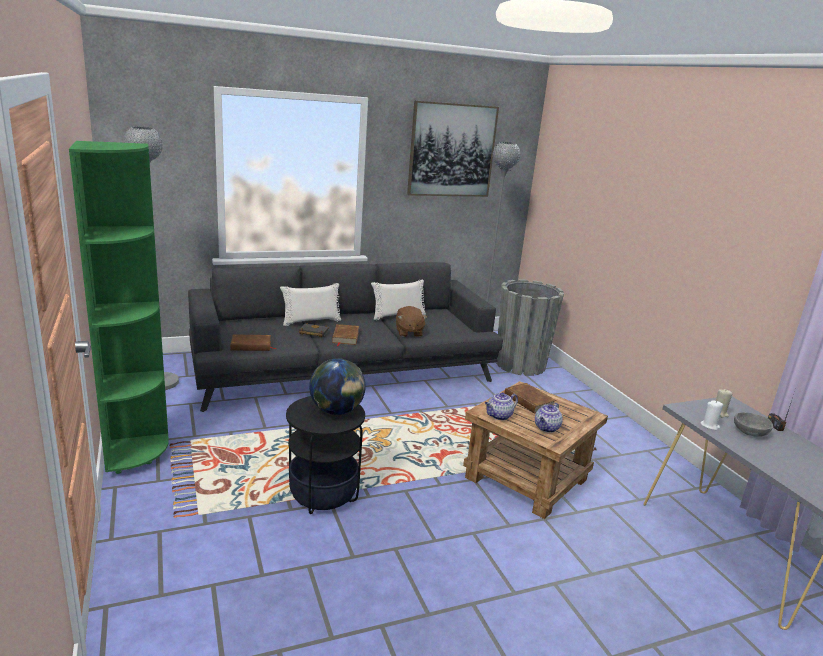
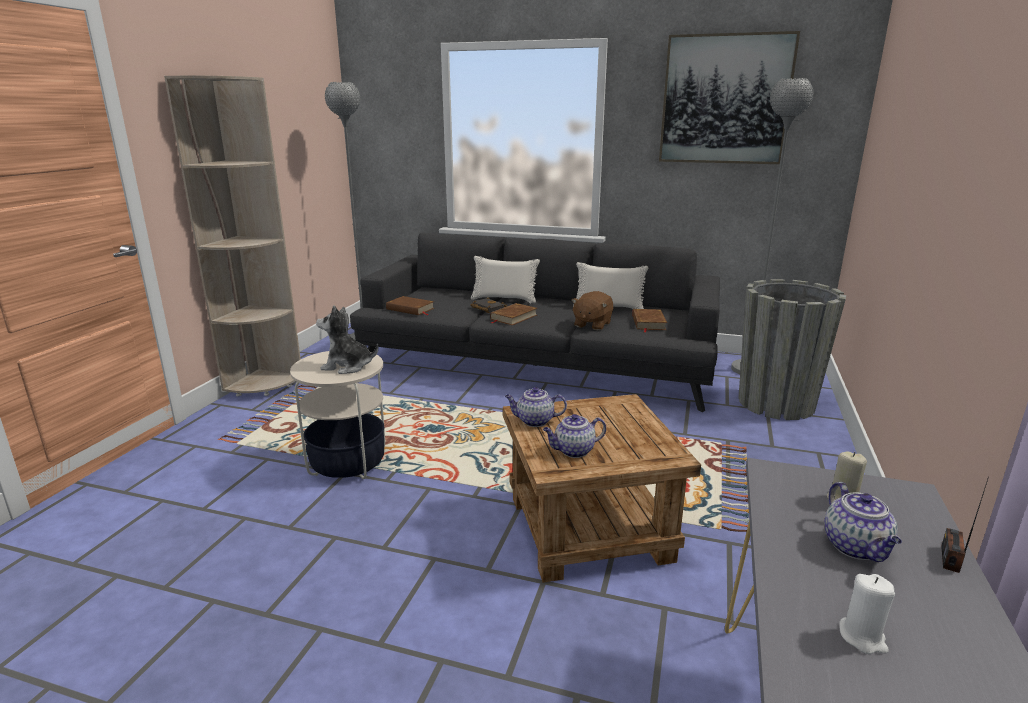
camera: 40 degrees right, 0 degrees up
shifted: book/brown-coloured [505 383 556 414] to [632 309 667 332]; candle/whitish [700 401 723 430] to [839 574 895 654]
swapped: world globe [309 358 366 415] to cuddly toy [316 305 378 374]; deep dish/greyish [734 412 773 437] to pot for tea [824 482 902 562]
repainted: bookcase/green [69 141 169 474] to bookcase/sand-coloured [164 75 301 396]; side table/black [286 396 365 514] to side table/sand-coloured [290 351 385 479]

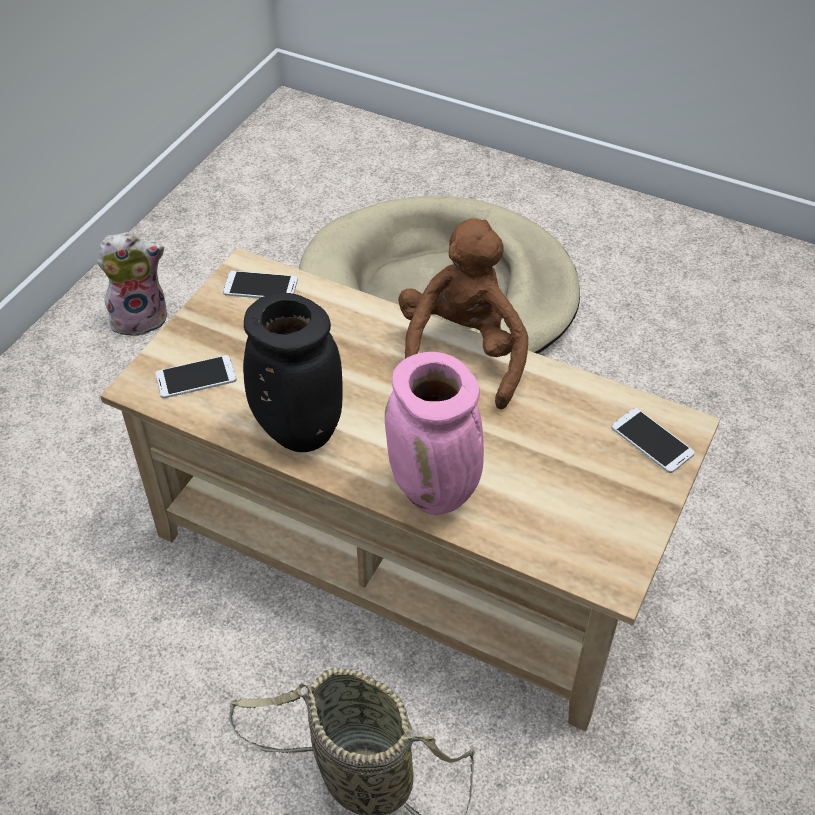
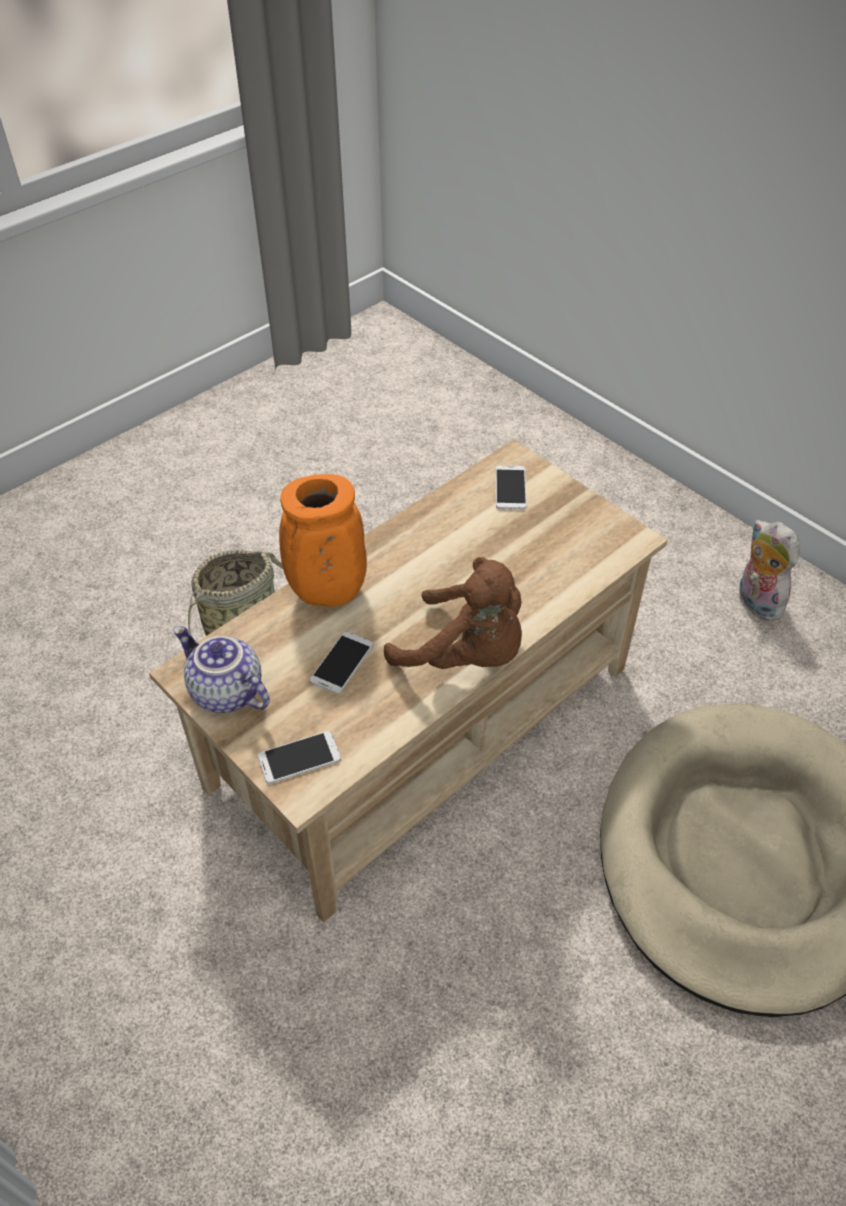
camera: 110 degrees right, 0 degrees up
gone: vase/black [243 293 343 452]
new: pot for tea [173 626 270 713]
shifted: handset [223 271 298 298] to [310 631 373 694]
repainted: vase/pink [385 352 484 515] to vase/orange-coloured [279 474 367 607]
rotated: cuddly toy [97 232 167 336] = [739 520 800 621] 150 degrees clockwise

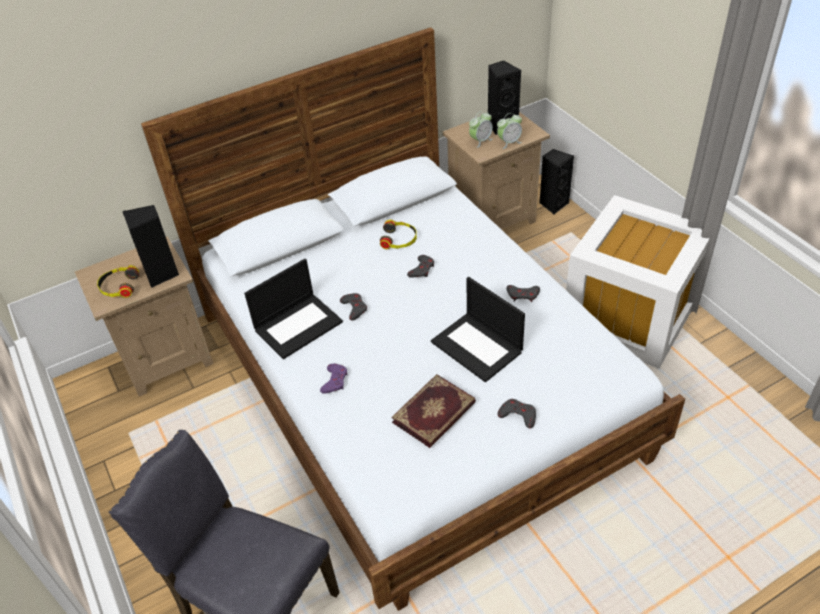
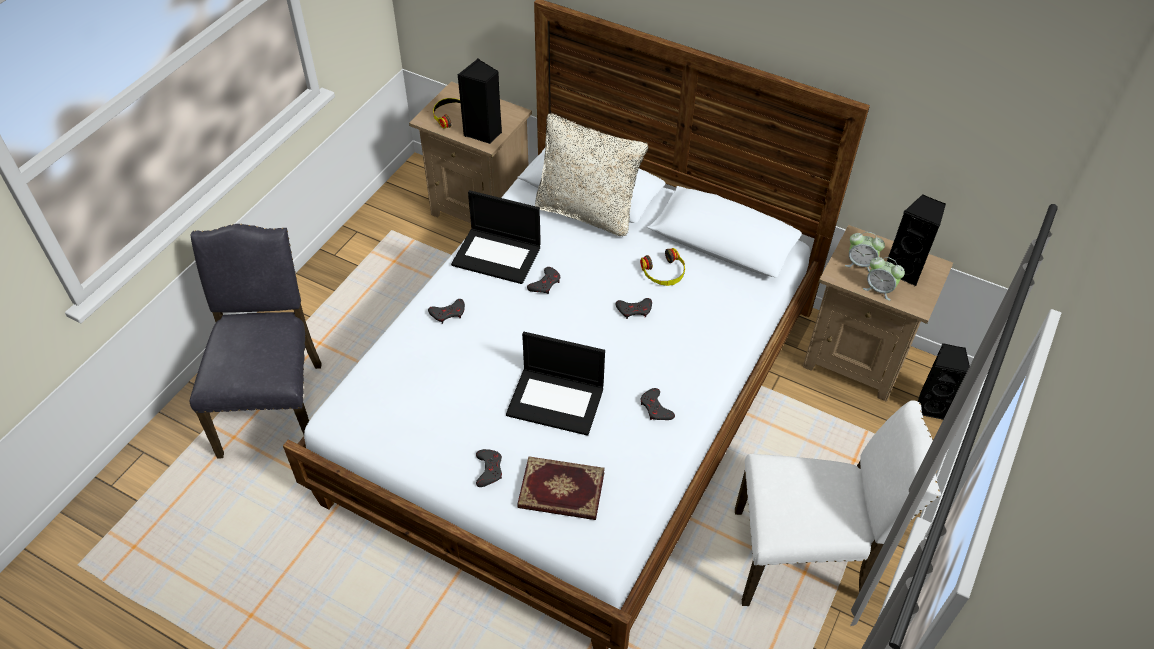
camera: 55 degrees right, 5 degrees up
new: cushion/sand-coloured [535 113 648 236]
shifted: book [391 374 476 448] to [517 456 605 520]
swapped: storage container/whitish [566 195 710 369] to plain chair/whitish [735 400 941 606]
repainted: joypad/purplish [320 364 347 394] to joypad/greyish [428 299 465 324]
rotated: portable computer [431 277 525 382] = [506 332 605 436] 90 degrees counterclockwise

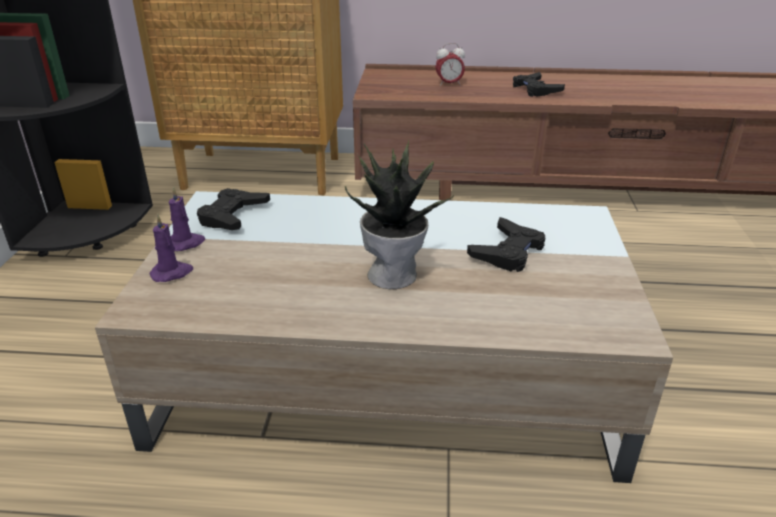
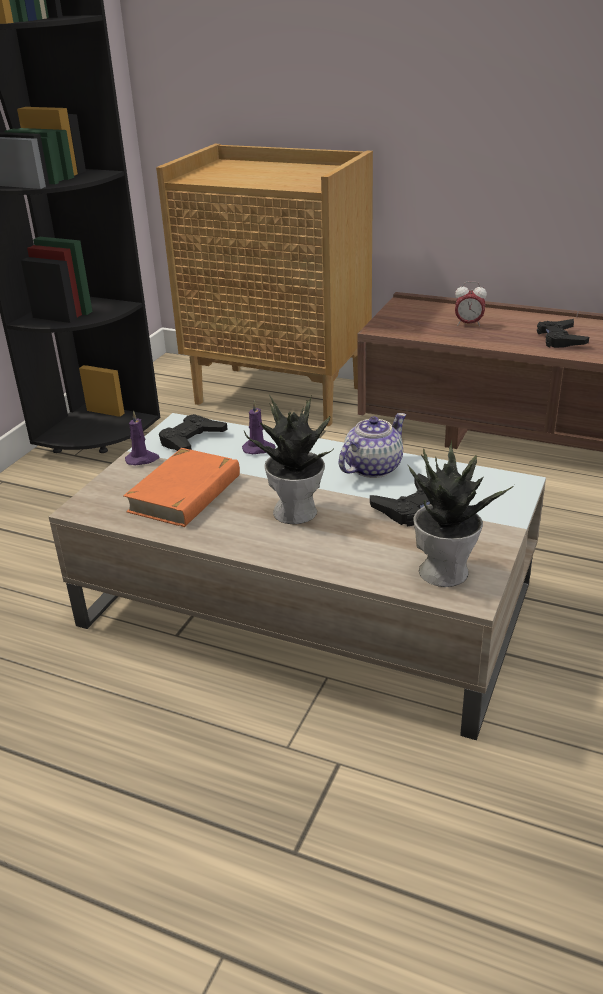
camera: 20 degrees right, 0 degrees up
new: book/orange-coloured [123 448 240 527]; pot for tea [339 413 406 478]; potted plant [407 439 514 587]
shifted: candle/purplish [149 214 193 282] to [242 400 276 454]

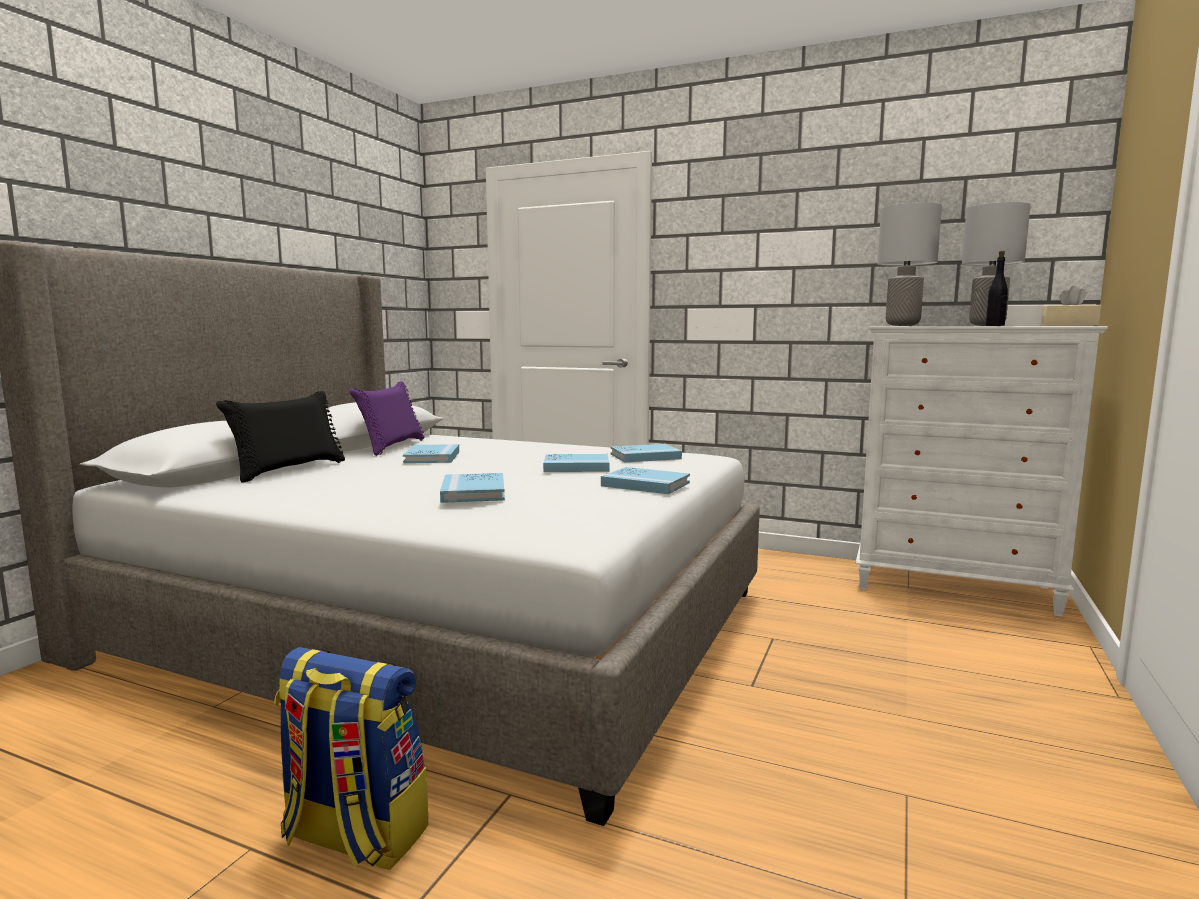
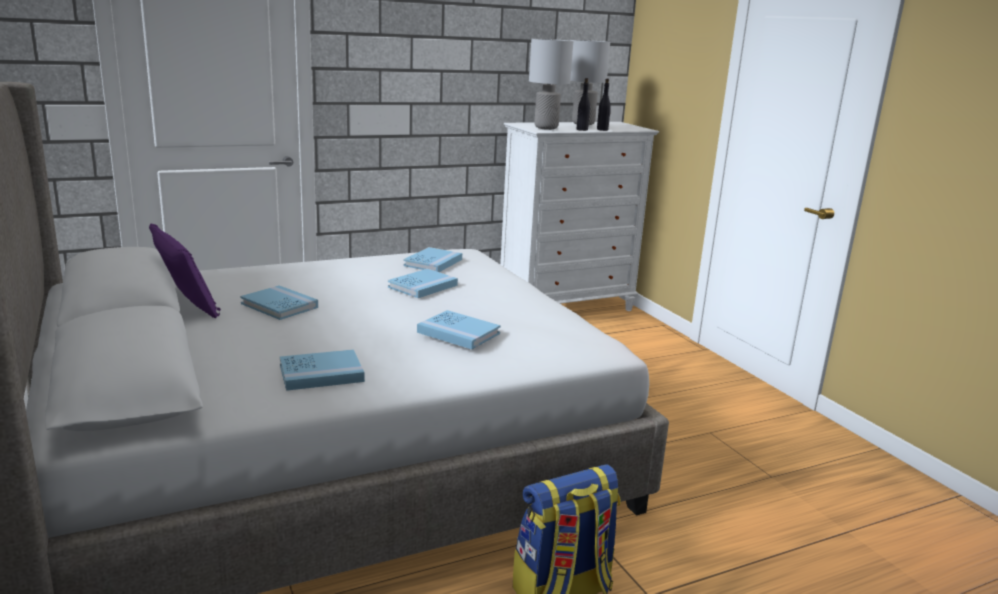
camera: 50 degrees left, 10 degrees up
gone: cushion/black [216 391 345 483]; tissue box/sand-coloured [1041 286 1101 326]
new: bottle/black [577 78 590 131]
shifted: book/blue [601 467 690 494] to [280 349 365 391]

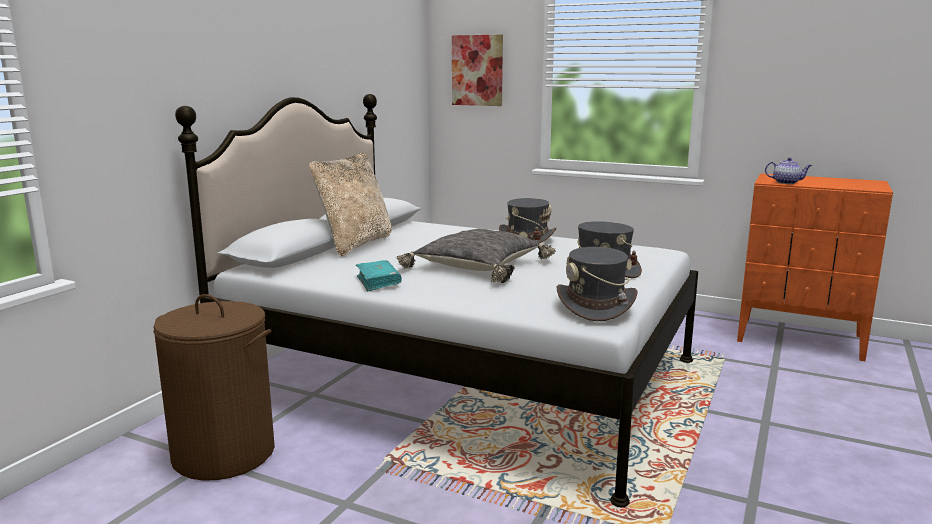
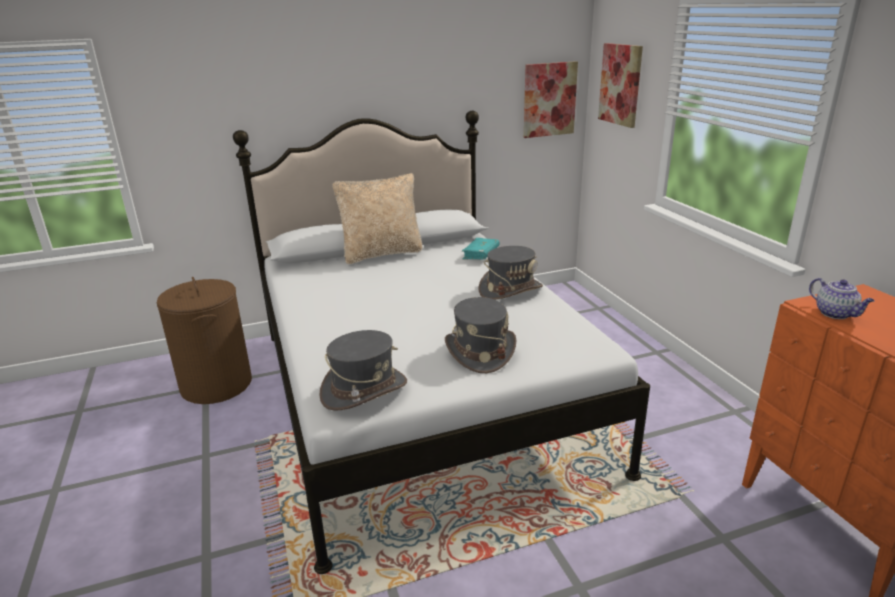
camera: 45 degrees right, 10 degrees up
gone: cushion [396 229 556 283]
new: picture [524 61 578 138]
shifted: book/turquoise-coloured [356 260 402 291] to [462 238 499 260]

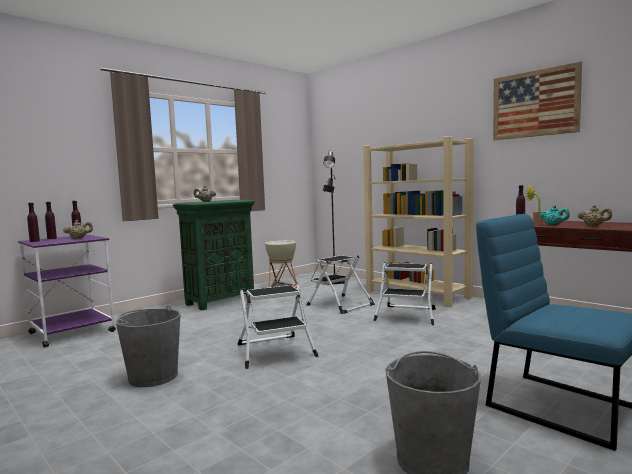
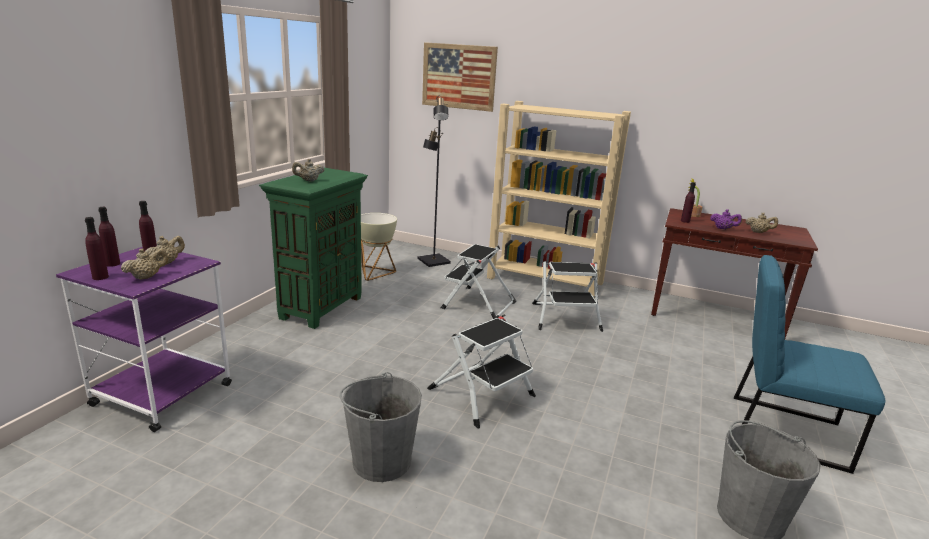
camera: 25 degrees left, 15 degrees up
new: pot for tea/sand-coloured [121 248 168 280]
shifted: picture [493 61 582 140] to [422 42 498 112]
repainted: pot for tea/turquoise-coloured [540 205 570 225] to pot for tea/purplish [710 209 742 230]

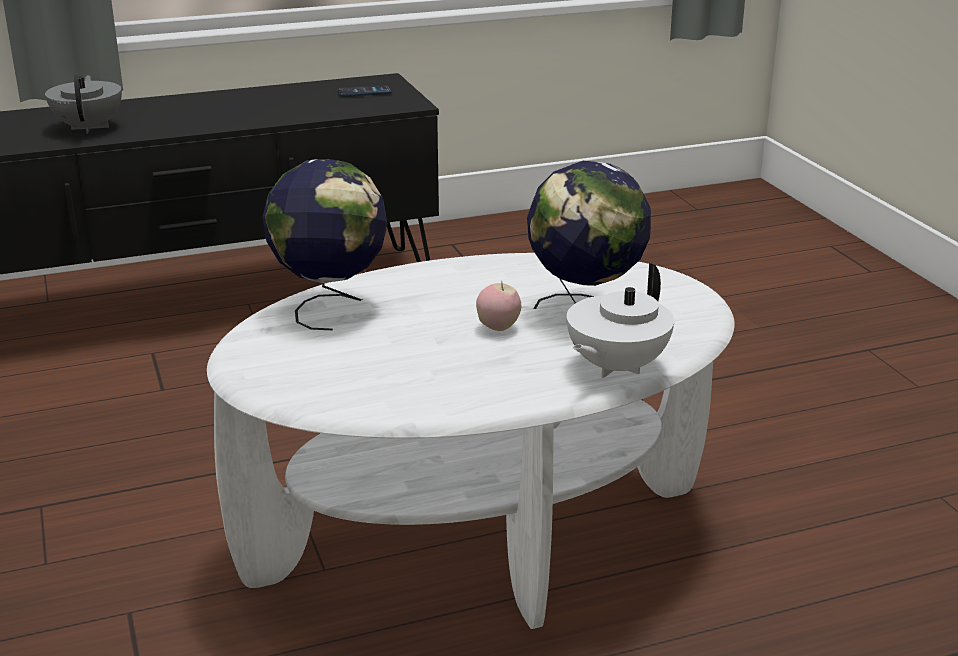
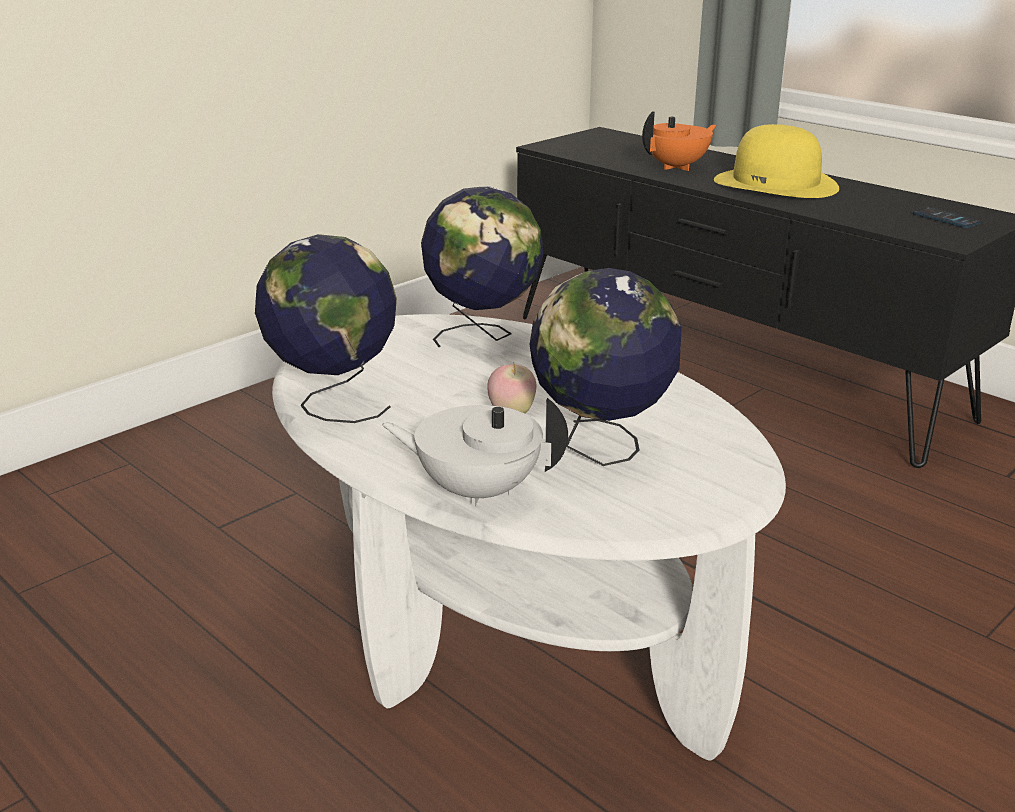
camera: 65 degrees right, 0 degrees up
new: world globe [255 234 397 423]; clothing hat/yellowish [714 124 839 198]
repainted: pot for tea/greyish [45 75 122 134] to pot for tea/orange-coloured [642 111 717 171]

